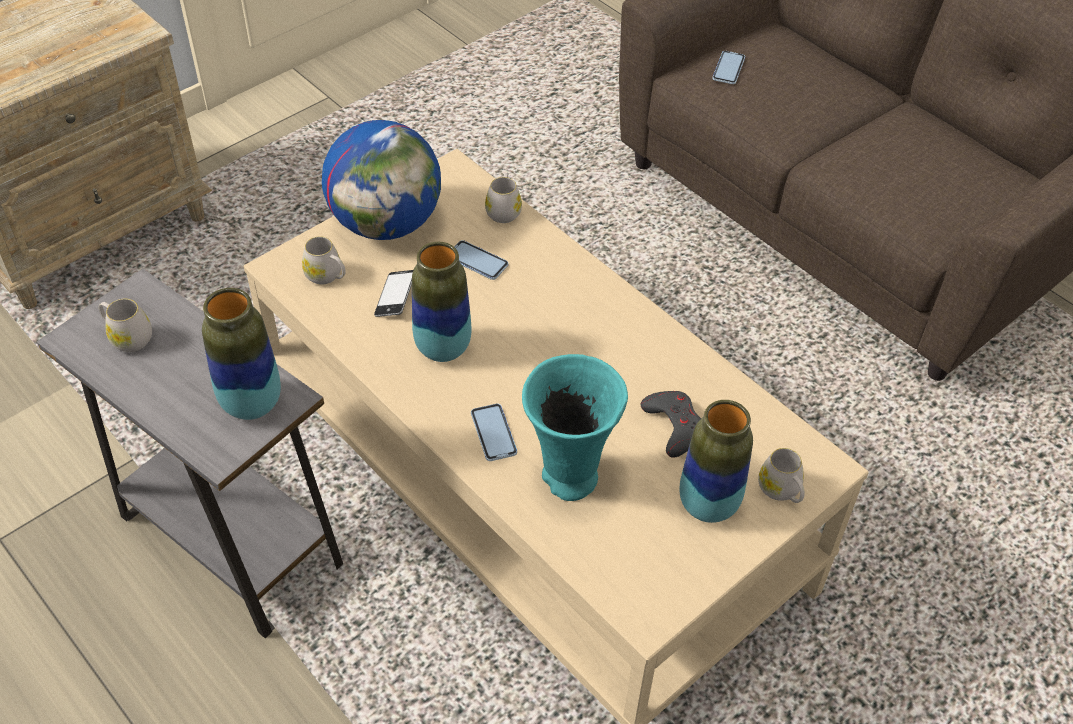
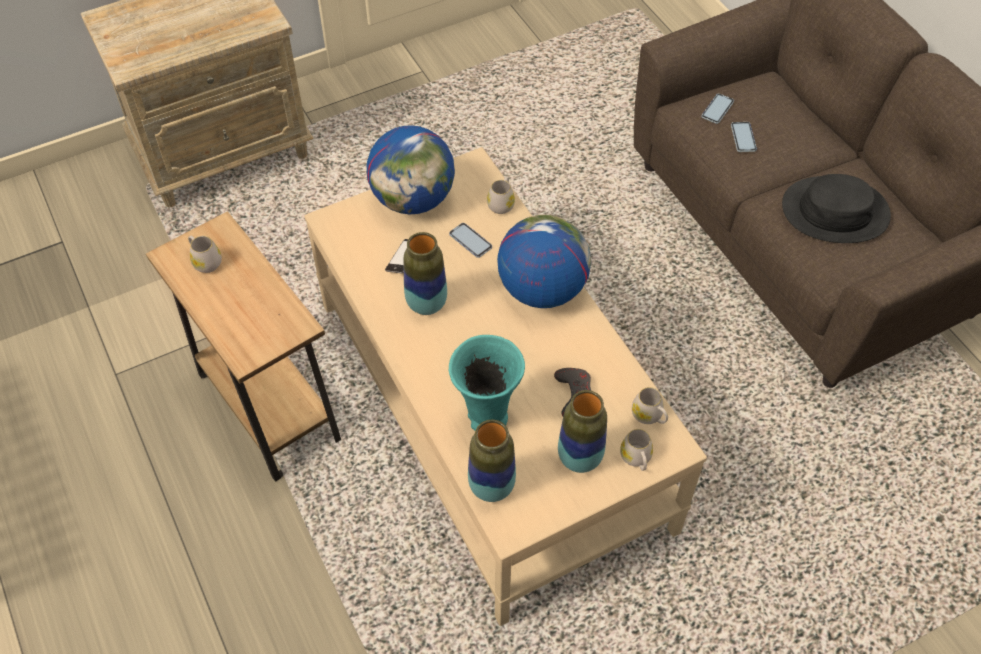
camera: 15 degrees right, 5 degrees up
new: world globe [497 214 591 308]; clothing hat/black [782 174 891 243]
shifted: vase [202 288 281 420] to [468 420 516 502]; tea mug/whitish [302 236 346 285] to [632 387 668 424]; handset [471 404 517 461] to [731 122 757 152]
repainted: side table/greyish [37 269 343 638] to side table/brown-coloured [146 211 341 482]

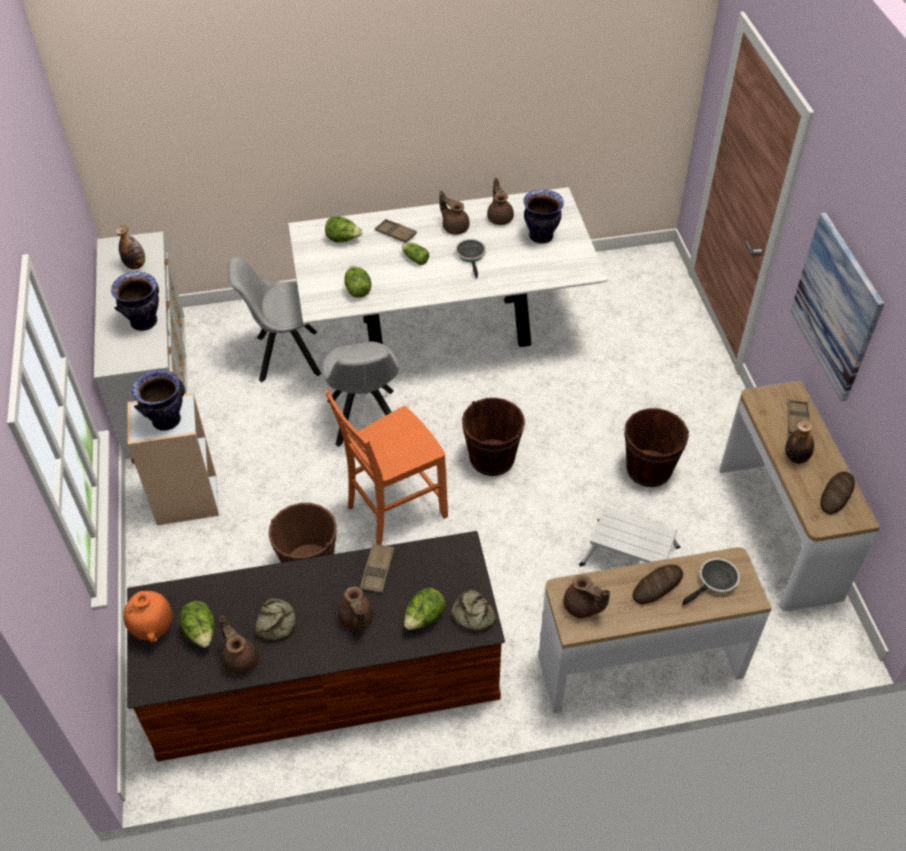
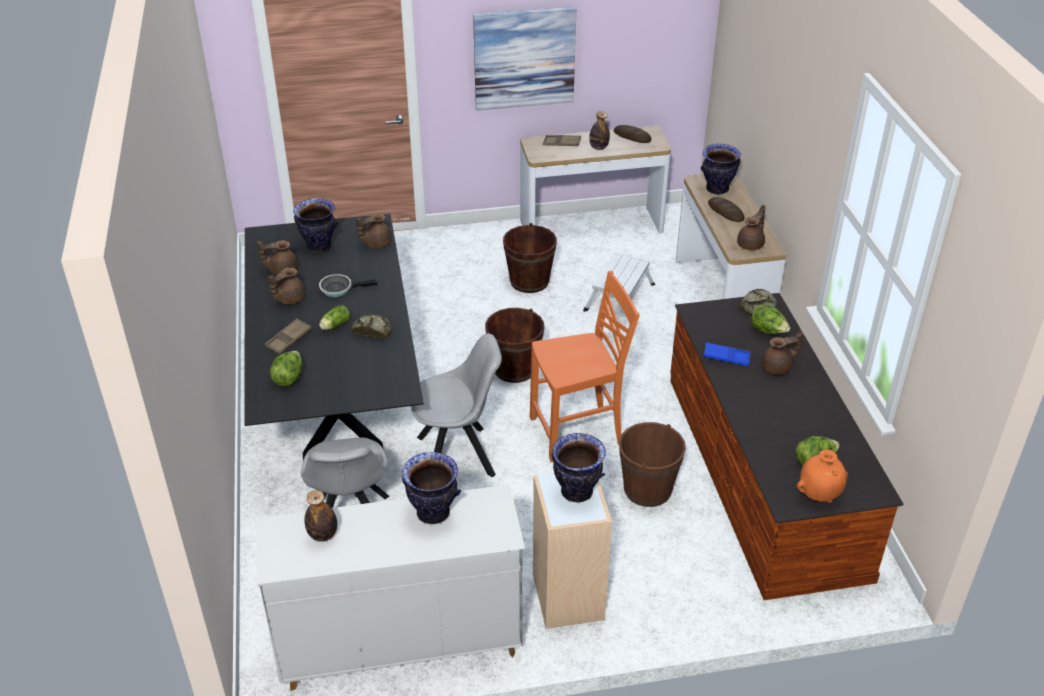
camera: 90 degrees left, 10 degrees down
gone: lettuce head [344 266 372 298]
shifted: bread [255 598 296 642] to [351 314 391 339]; pot for tea/brown-coloured [219 616 259 675] to [356 213 391 248]
swapped: pan [683 558 740 605] to vase [701 144 741 194]
repainted: dinner table/whitish [288 187 608 347] to dinner table/black [245 214 424 460]; serving tray/brown-coloured [360 543 395 594] to serving tray/blue [704 342 750 366]
rotated: plain chair/orange-coloured [325 390 448 545] = [530 271 640 462] 75 degrees counterclockwise

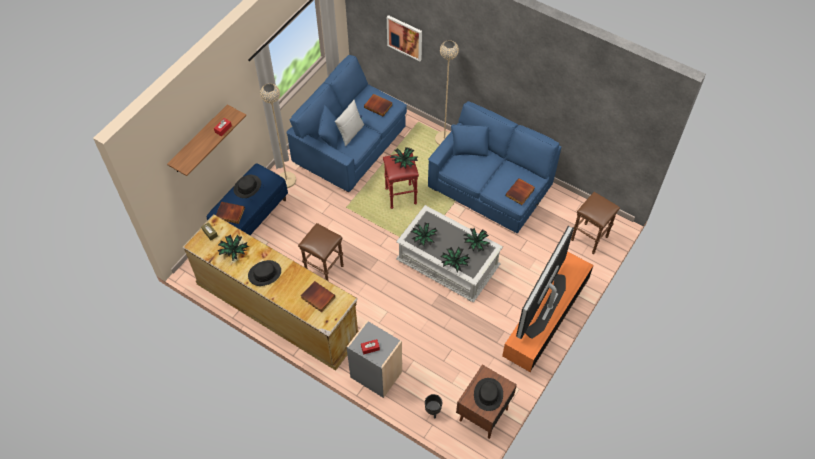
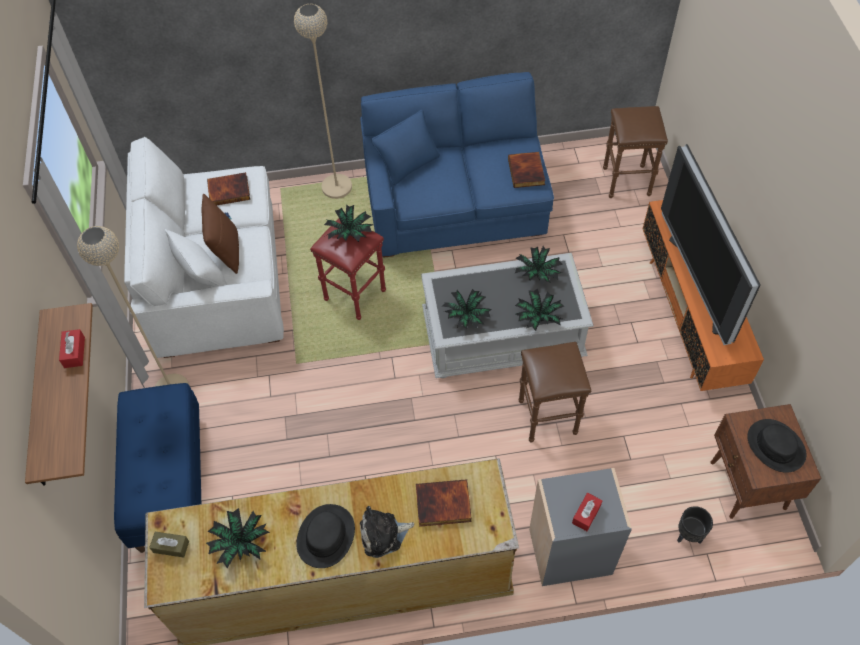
camera: 40 degrees left, 0 degrees up
gone: book [216 202 245 224]; clothing hat/black [233 175 261 198]; picture [387 15 422 61]
new: cuddly toy [360 506 414 558]
shifted: stool seat/brown-coloured [298 223 344 281] to [519 342 591 442]
repainted: sofa/blue [286 55 407 192] to sofa/whitish [124 137 284 358]; cushion/greyish [335 100 364 146] to cushion/brown-coloured [202 194 239 274]

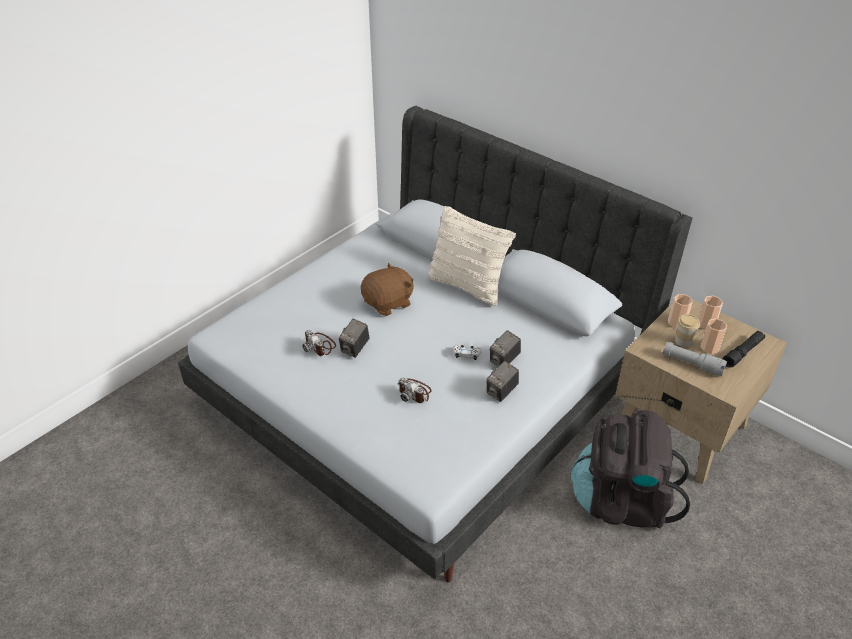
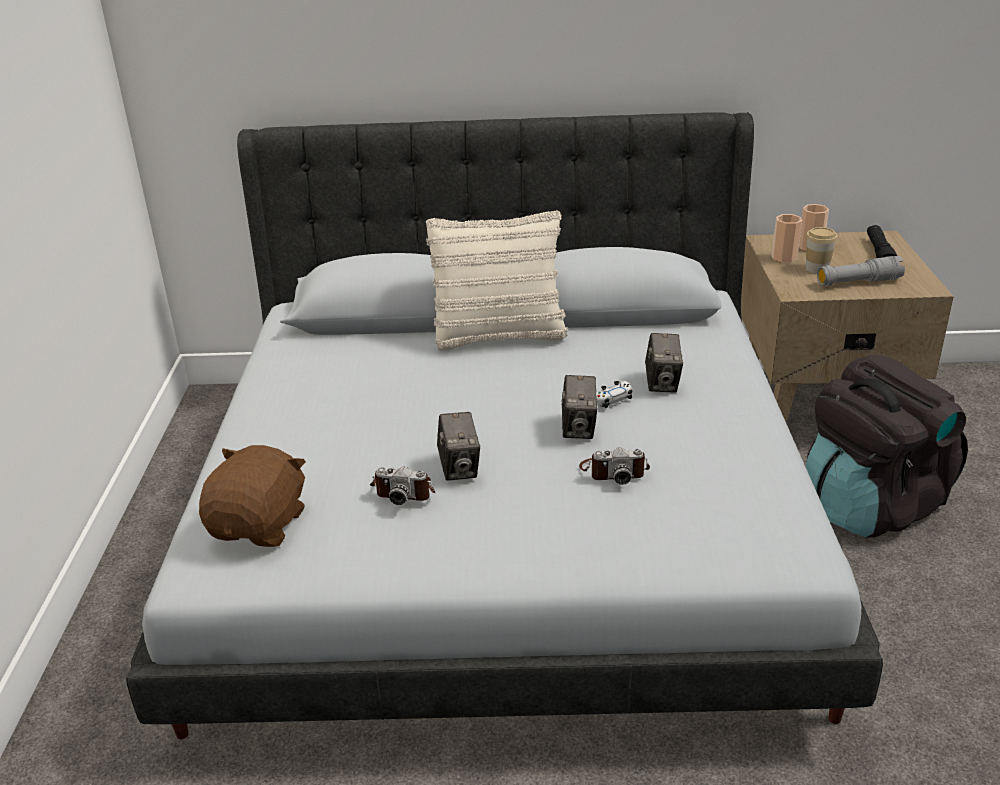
camera: 40 degrees left, 10 degrees down
gone: drinking cup [700 318 727 354]
shifted: cuddly toy/brown-coloured [361 262 413 316] to [199 445 306 547]; photo camera [486 361 519 402] to [561 375 598 439]

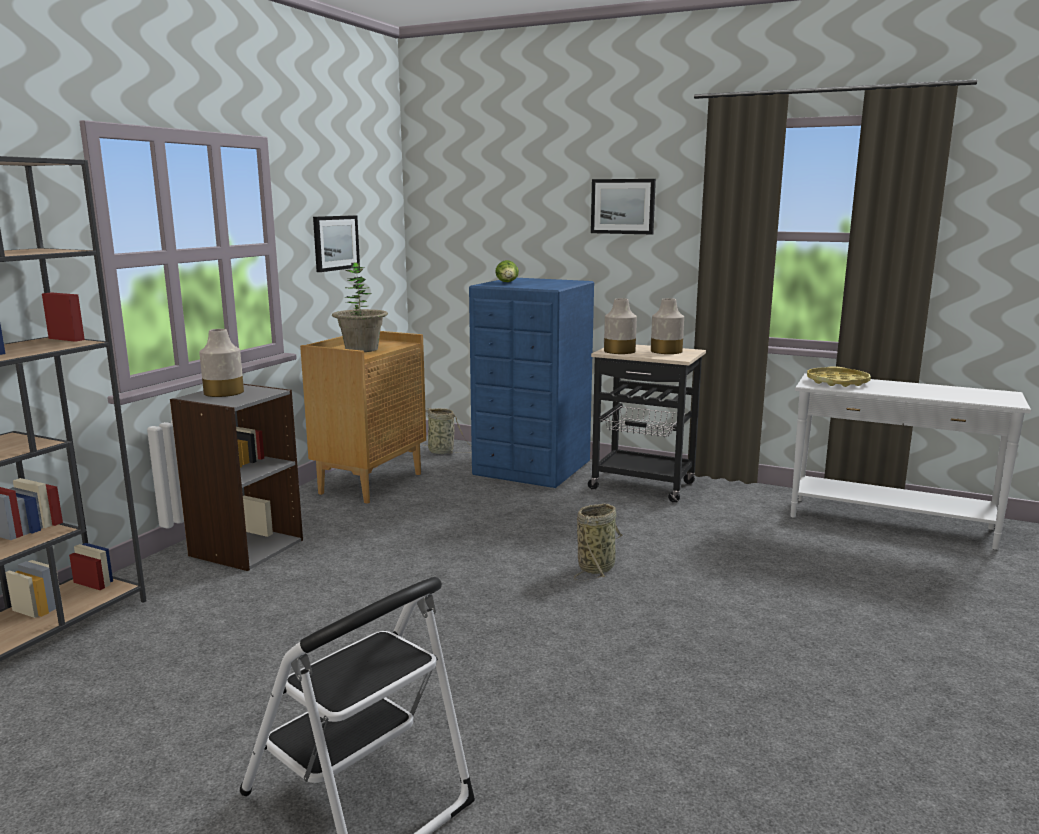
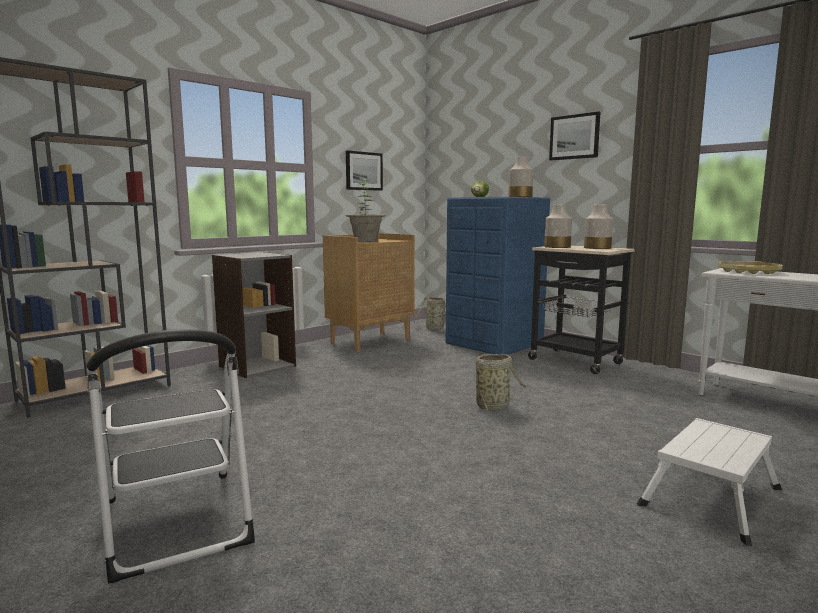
camera: 20 degrees right, 5 degrees down
new: step stool/whitish [637 418 782 546]
shifted: vase/sand-coloured [199 329 244 397] to [508 156 533 197]

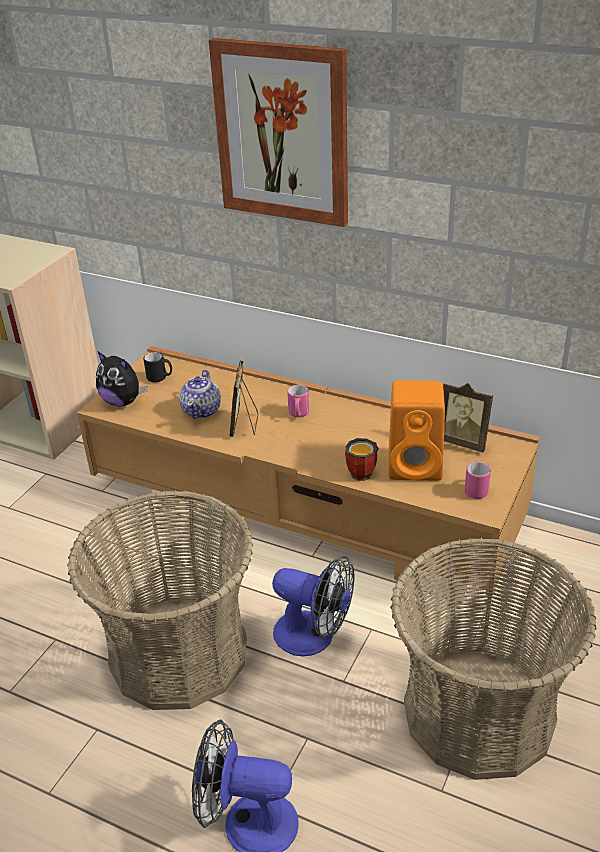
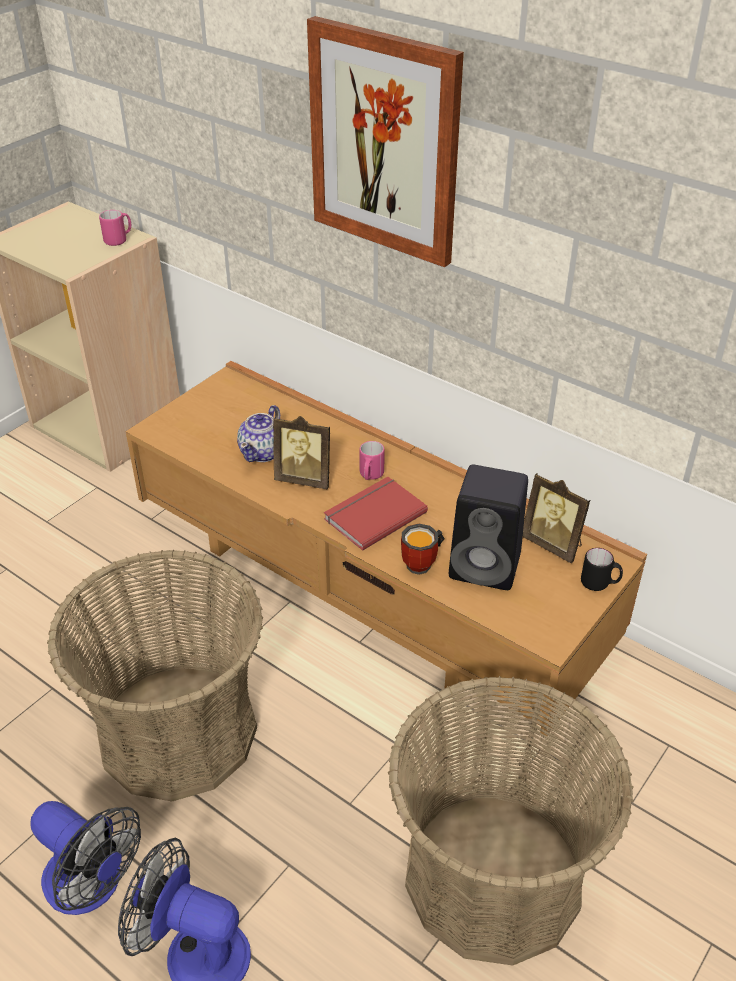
camera: 10 degrees right, 5 degrees up
gone: cuddly toy [96 352 147 406]
new: book/red [324 477 428 551]
shifted: fan [272 556 355 656] to [30 801 141 915]; tea mug/pink [465 462 491 499] to [99 210 131 246]; tea mug/black [143 352 172 382] to [581 548 623 591]
repainted: audio speaker/orange-coloured [388 380 445 481] to audio speaker/black [449 465 528 590]
rotated: picture frame [230 360 258 437] = [273 416 330 490] 90 degrees counterclockwise

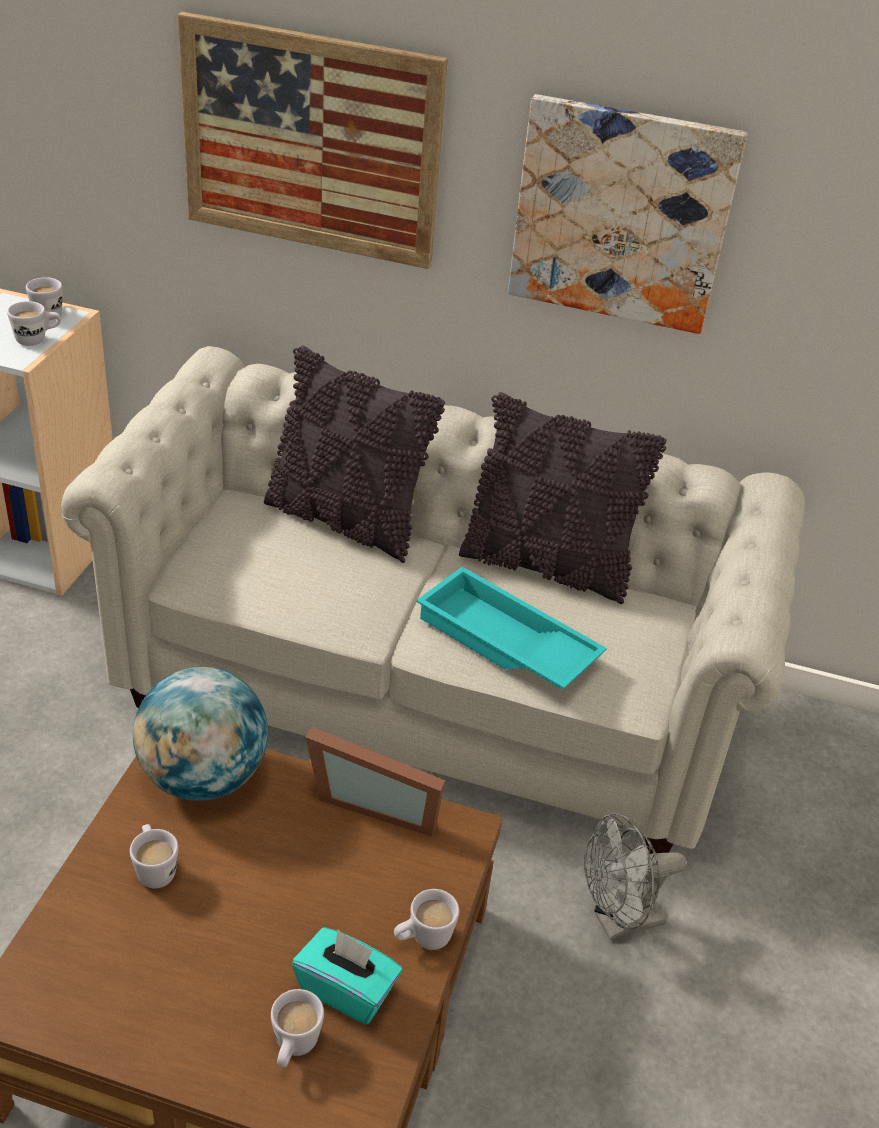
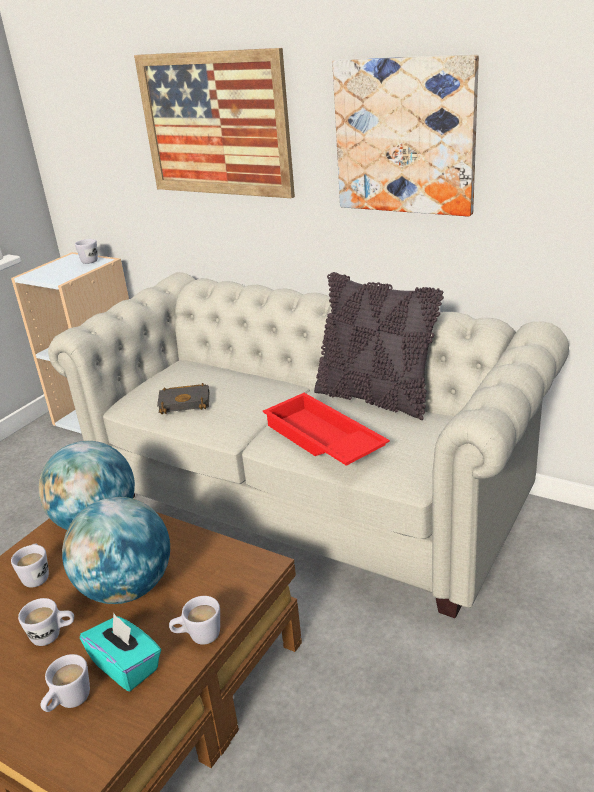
camera: 20 degrees right, 10 degrees down
gone: cushion/black [264 345 445 563]; picture frame [306 727 445 837]; fan/greyish [584 813 686 940]
new: world globe [62 497 170 604]; book/black [157 383 209 414]
shifted: tea mug/whitish [7 301 61 346] to [18 598 74 646]
repainted: serving tray/turquoise-coloured [416 567 607 689] to serving tray/red [263 393 390 466]

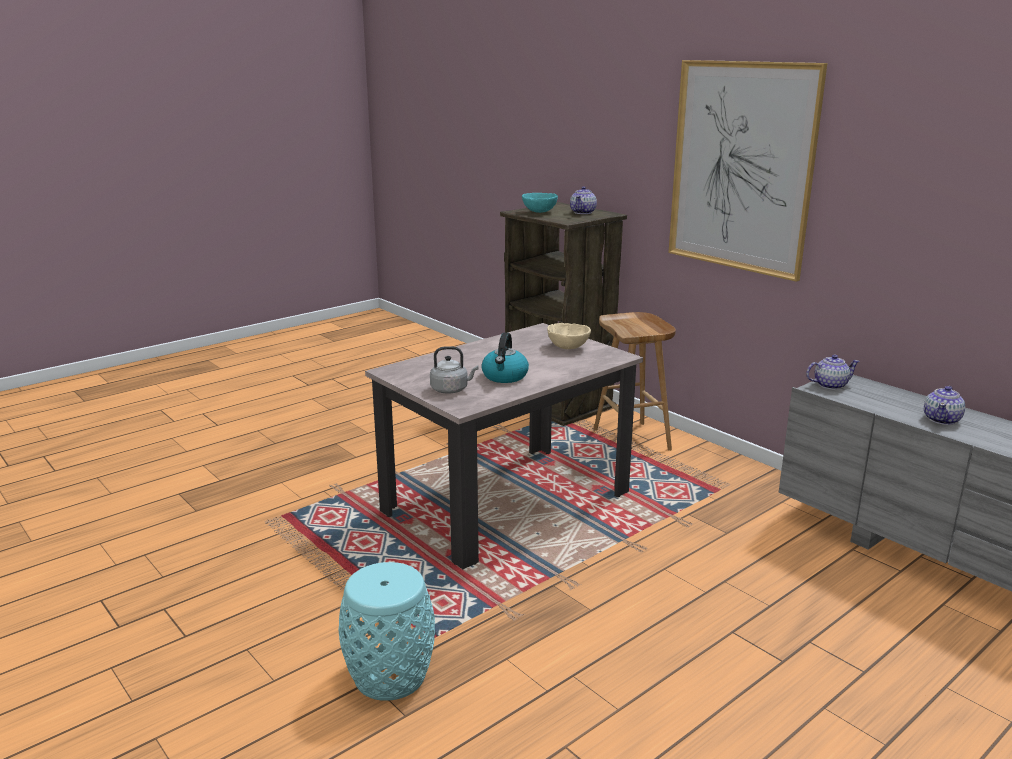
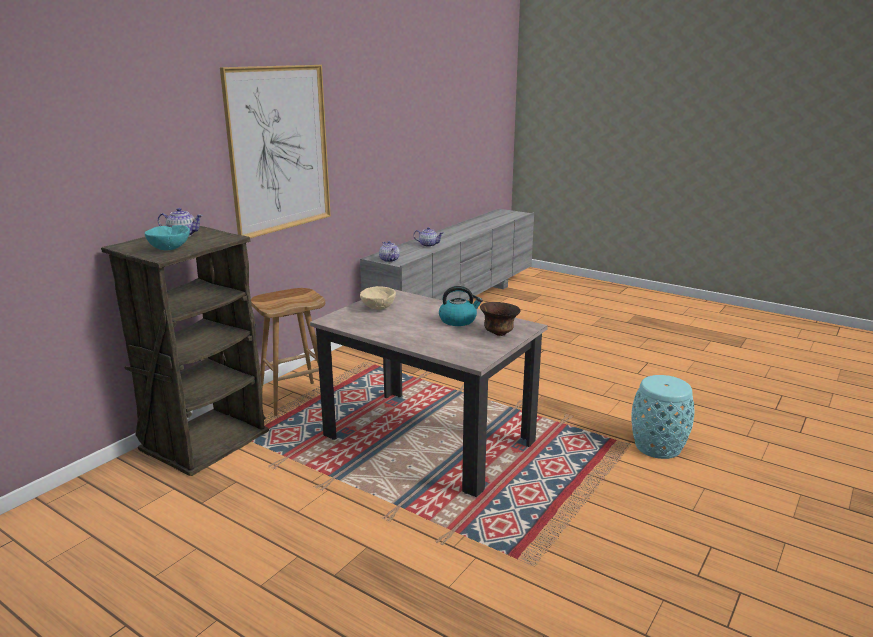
camera: 105 degrees left, 0 degrees up
swapped: kettle/greyish [430 346 479 393] to deep dish/brown-coloured [480 302 521 336]

